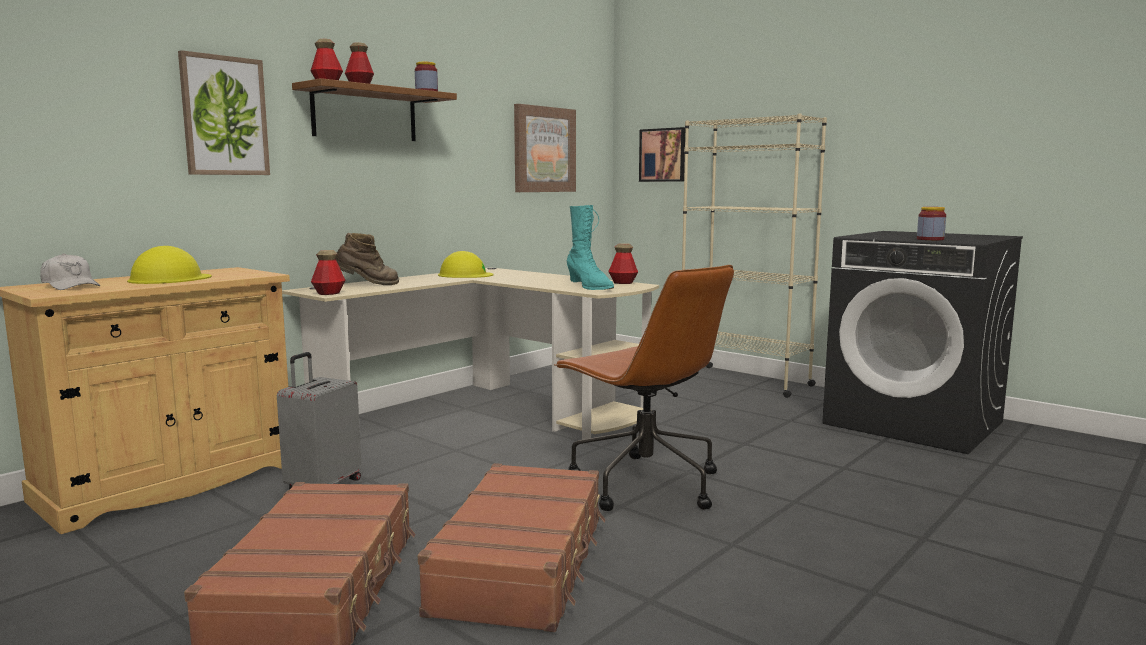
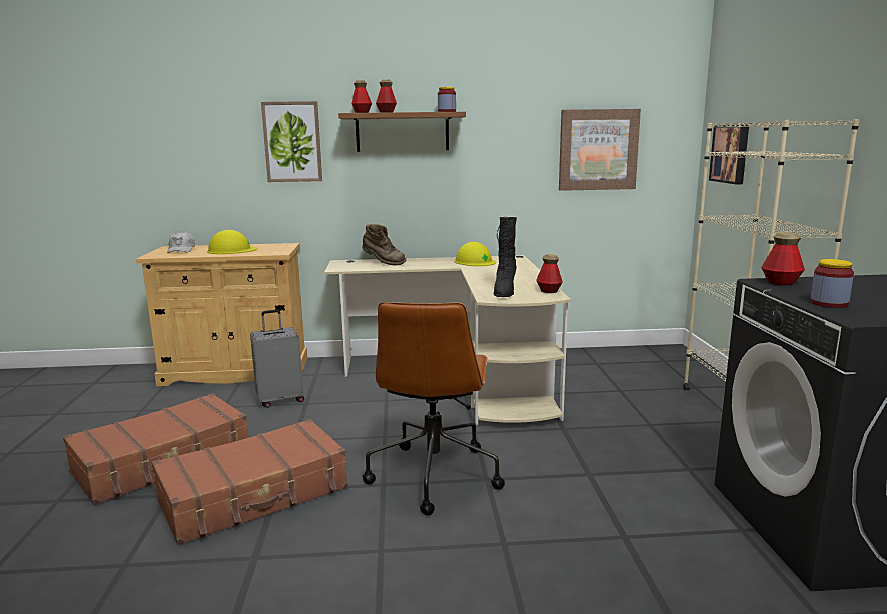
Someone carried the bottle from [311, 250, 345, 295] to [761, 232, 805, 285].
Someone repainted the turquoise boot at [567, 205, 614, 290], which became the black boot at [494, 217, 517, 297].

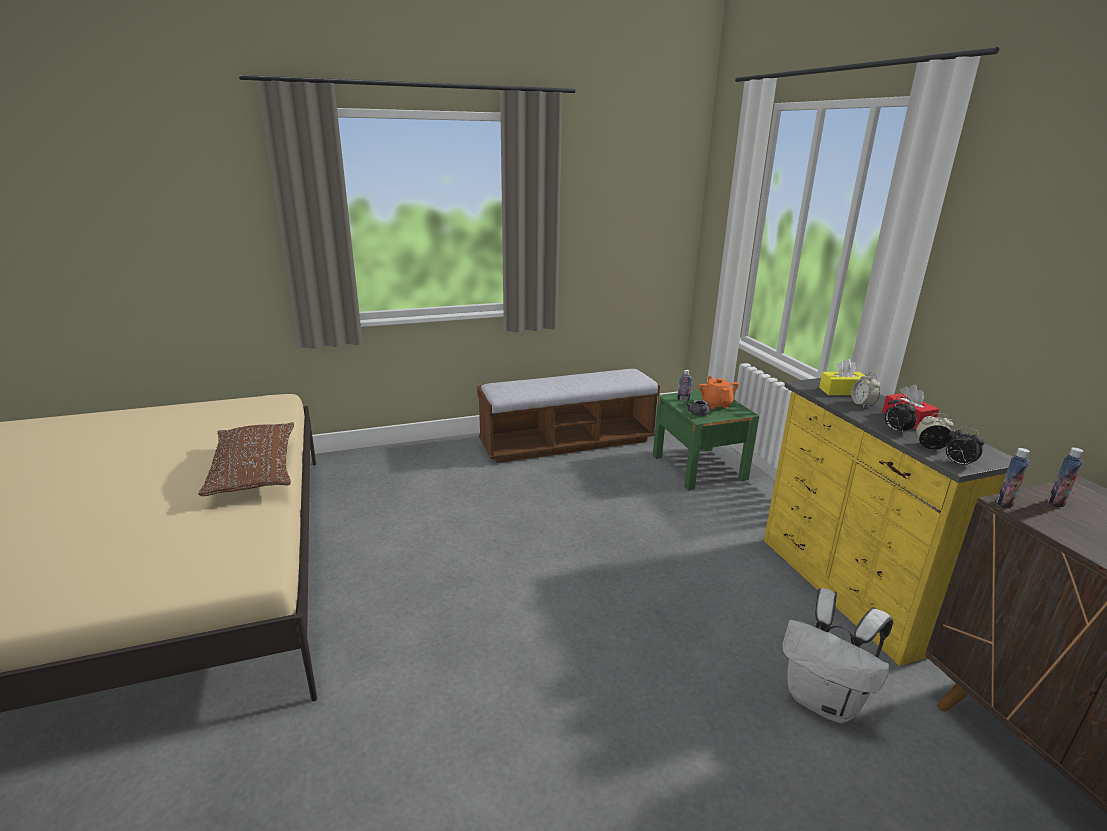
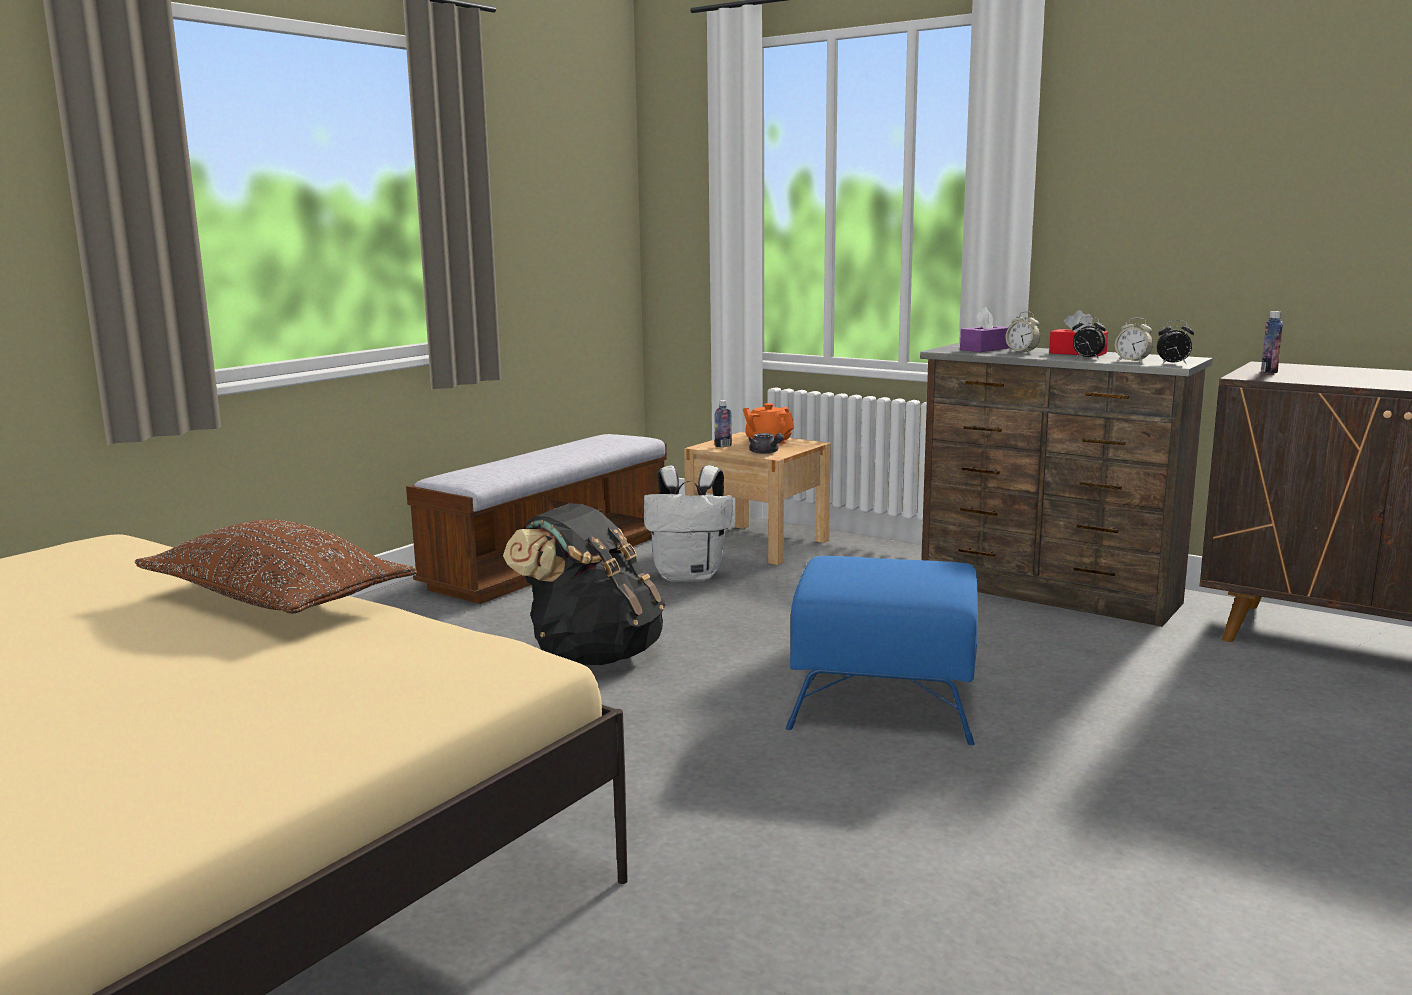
Someone repainted the green nightstand at [653, 390, 759, 490], which became the beige nightstand at [684, 432, 831, 565].
Someone repainted the yellow dresser at [764, 378, 1012, 666], which became the brown dresser at [920, 343, 1213, 627].
Someone carried the white backpack from [782, 588, 893, 723] to [644, 465, 733, 581].
Someone repainted the yellow tissue box at [819, 359, 865, 395], which became the purple tissue box at [960, 307, 1010, 352].
Someone rotated the alarm clock at [916, 413, 953, 449] by 120 degrees counterclockwise.
Someone took away the bottle at [997, 448, 1030, 509].
Someone put down the black backpack at [503, 503, 665, 665].
Someone put down the blue ottoman at [786, 556, 978, 745].

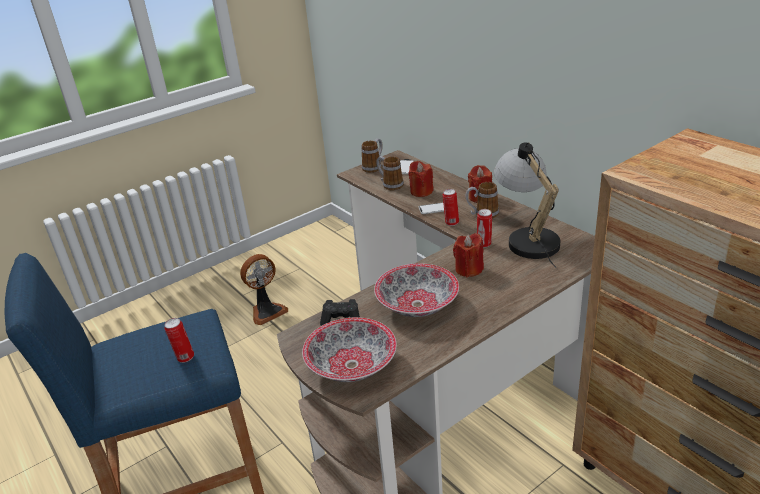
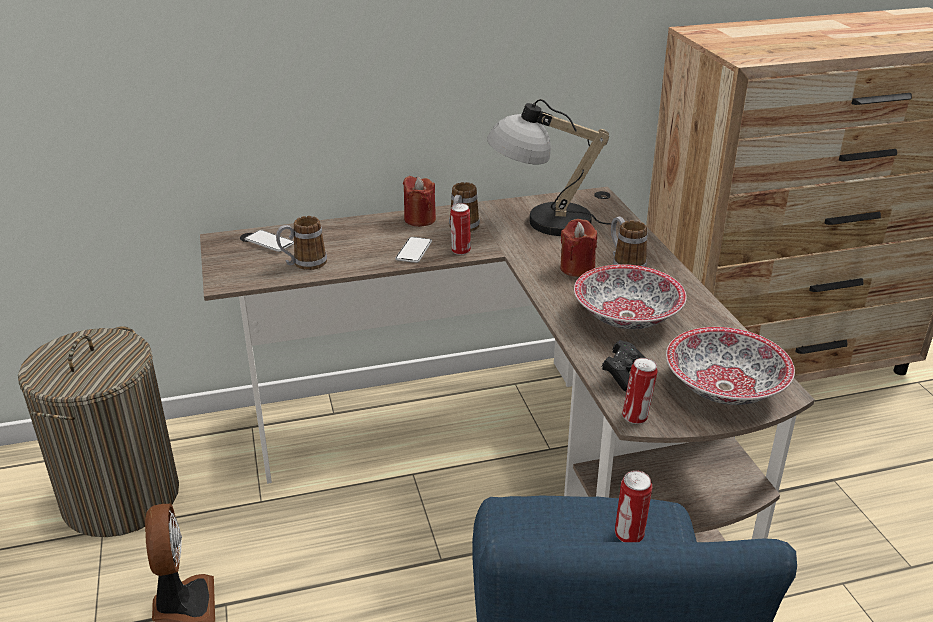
Someone carried the mug from [362, 138, 382, 173] to [611, 217, 647, 267].
Someone took away the red candle at [409, 161, 434, 197].
Someone carried the can from [477, 209, 492, 248] to [622, 358, 658, 424].
Someone put down the laundry basket at [18, 326, 179, 537].

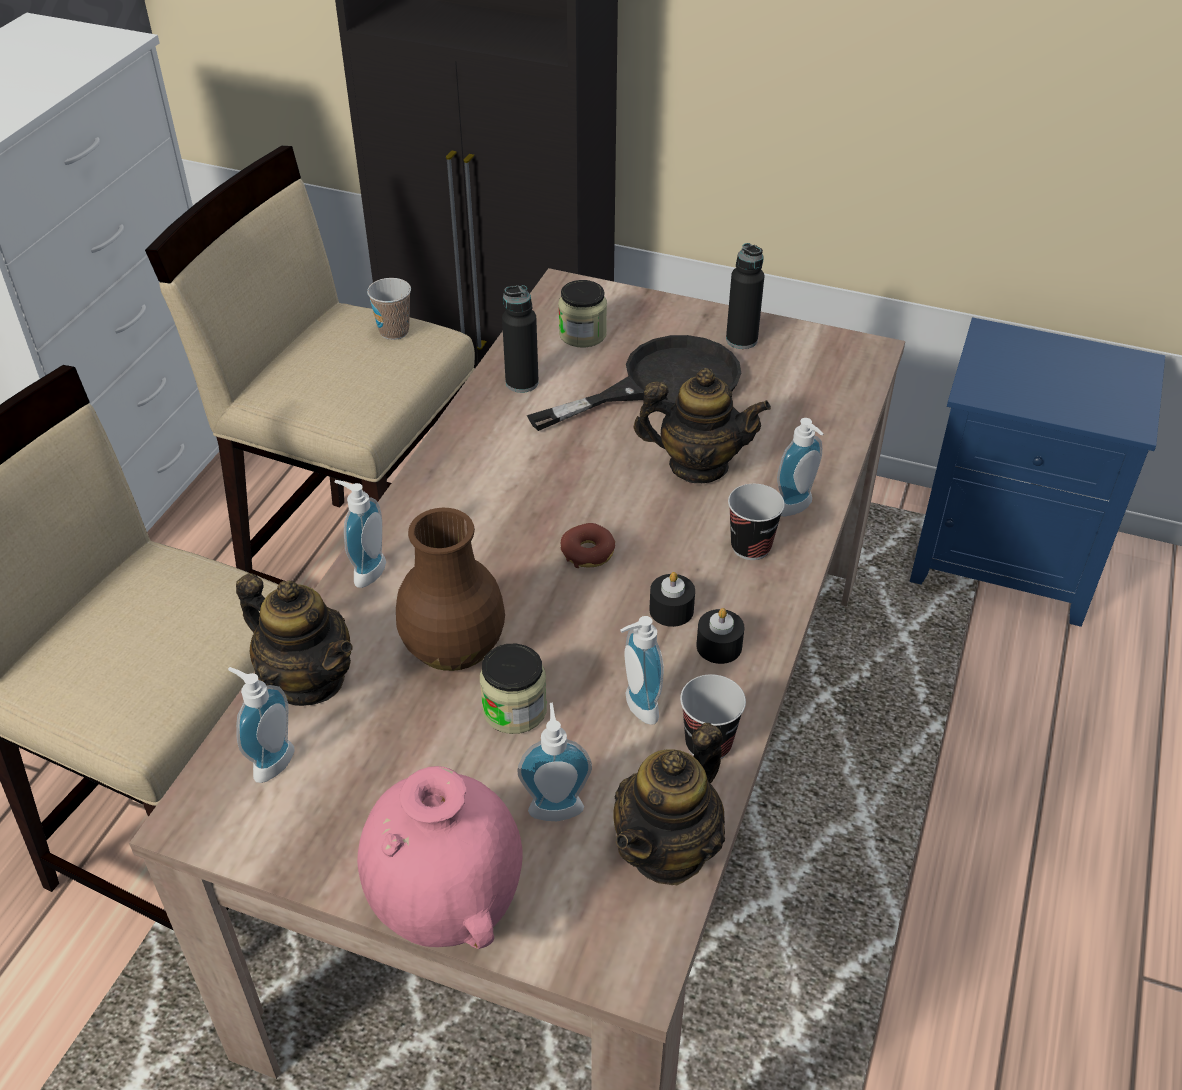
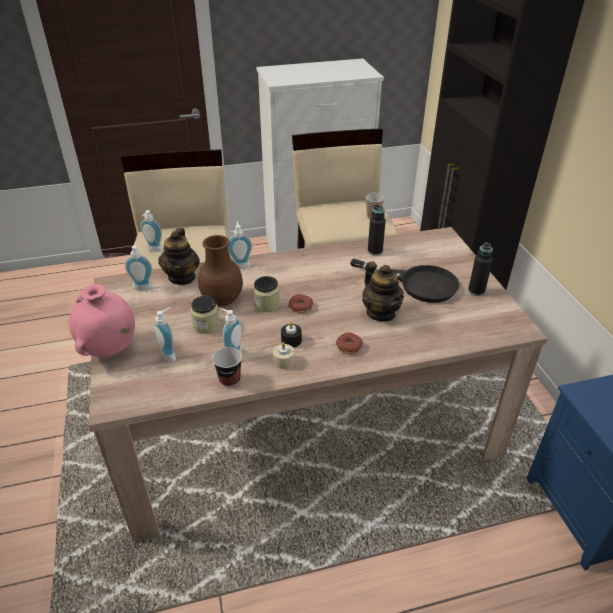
Someone carried the jar from [558, 280, 607, 348] to [253, 276, 280, 312].
Someone took away the teapot at [613, 723, 725, 885].
Someone repainted the black candle at [697, 608, 744, 664], which became the beige candle at [273, 342, 295, 369].
Someone swapped the cup at [728, 484, 785, 560] for the donut at [336, 332, 363, 354].
Someone carried the soap dispenser from [777, 418, 824, 516] to [141, 210, 163, 252].

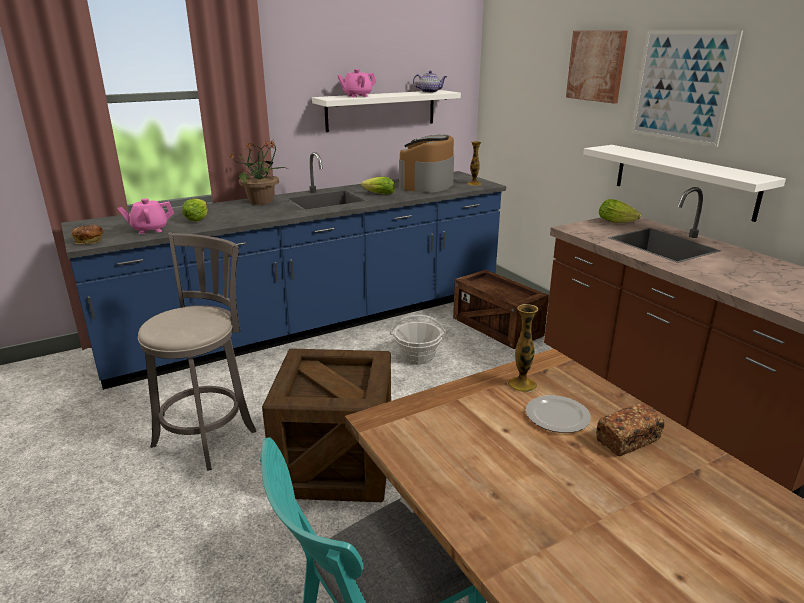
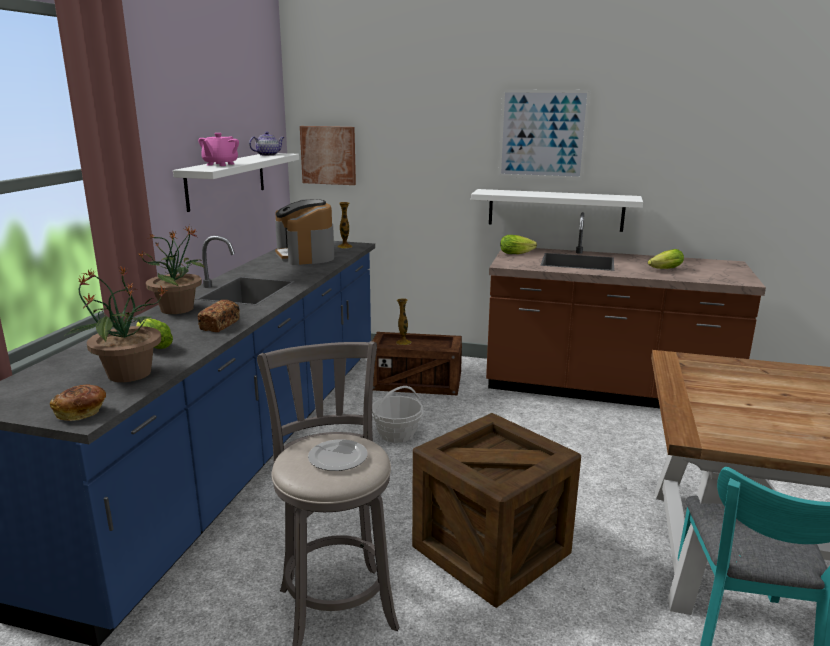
Someone swapped the pink teapot at [118, 198, 174, 234] for the potted plant at [65, 266, 167, 382].
Someone carried the lettuce from [361, 177, 395, 195] to [648, 249, 684, 269].
Someone carried the vase from [508, 304, 539, 392] to [396, 298, 411, 345].
Someone carried the plate from [526, 395, 591, 433] to [308, 439, 368, 471].
Someone carried the picture from [566, 31, 628, 103] to [300, 126, 356, 185].
Someone carried the bread from [596, 403, 665, 457] to [198, 300, 240, 332].

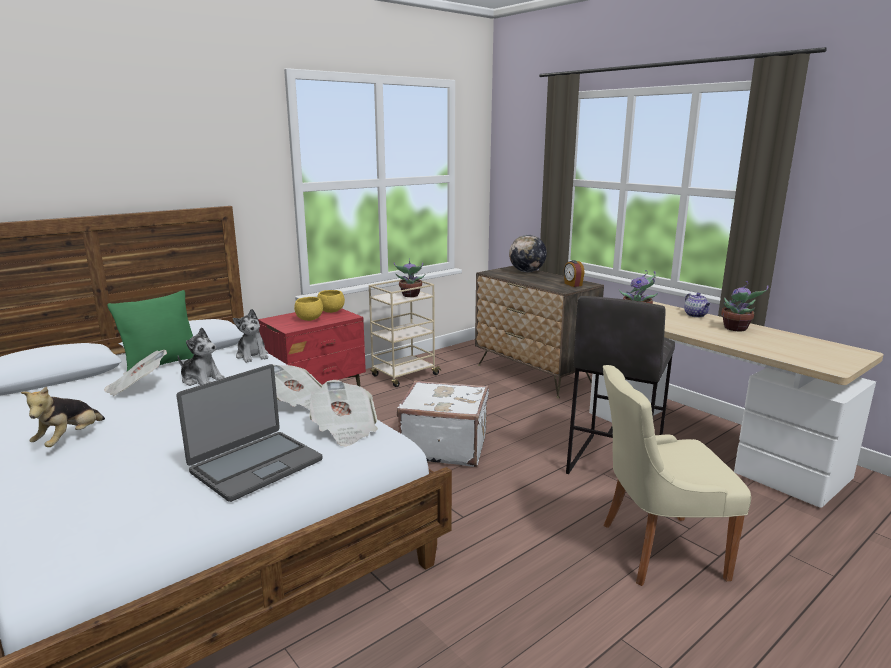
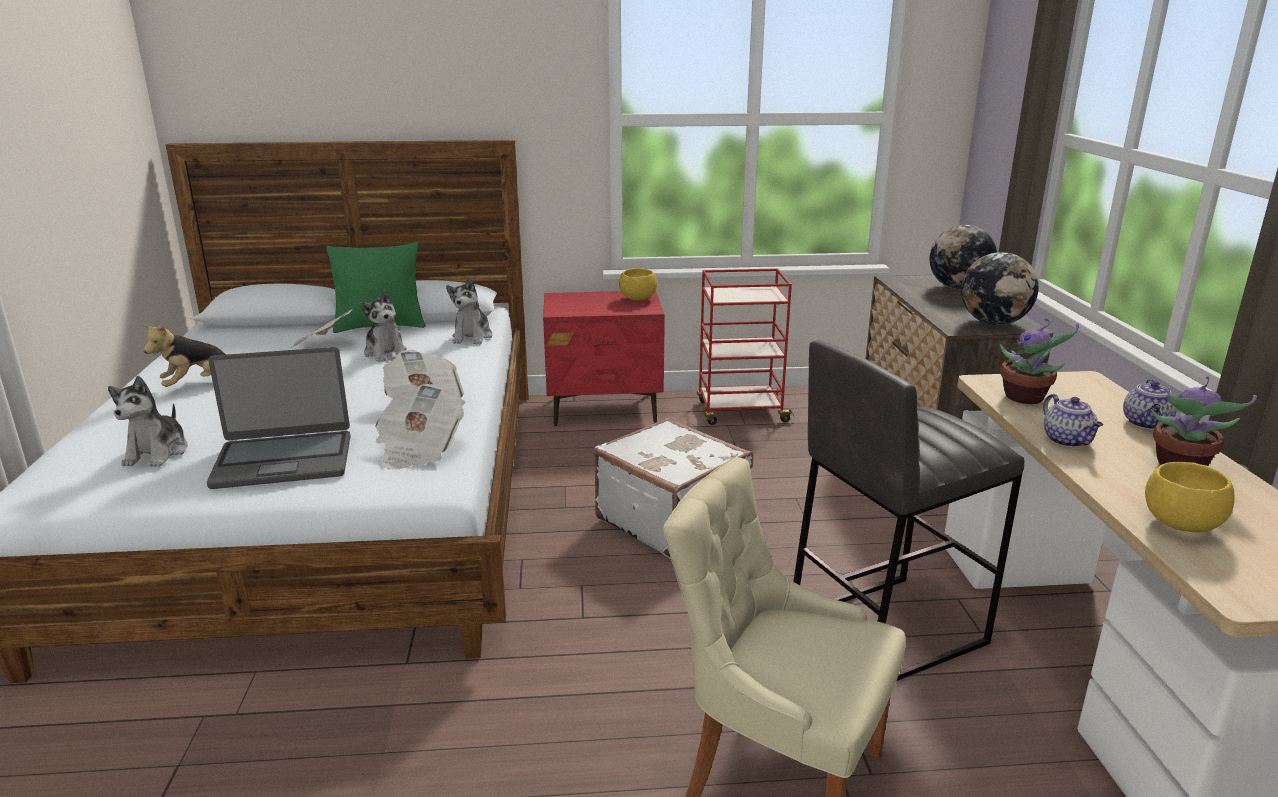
Someone carried the yellow bowl from [294, 297, 323, 321] to [1145, 462, 1235, 533].
Someone repainted the beige cart at [369, 279, 441, 387], which became the red cart at [697, 268, 794, 425].
Someone took away the potted plant at [394, 258, 425, 297].
Someone swapped the alarm clock at [564, 260, 584, 287] for the globe at [961, 252, 1039, 325].
Someone put down the plush toy at [108, 376, 188, 467].
Someone put down the teapot at [1043, 394, 1103, 447].

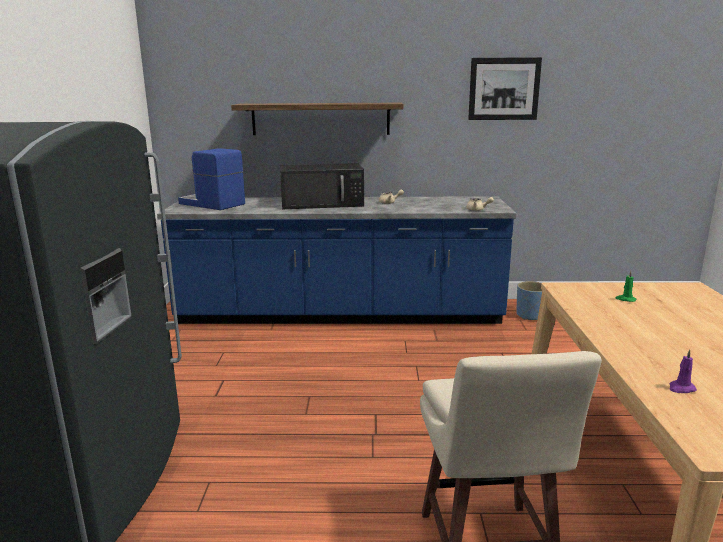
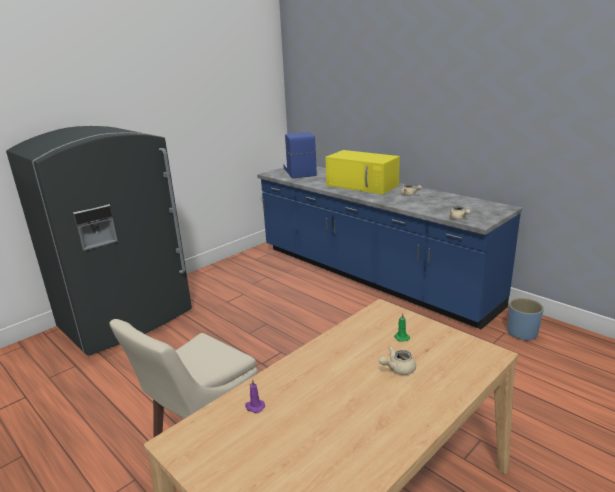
Someone took away the shelf at [231, 103, 403, 135].
Someone repainted the black microwave at [280, 163, 364, 209], which became the yellow microwave at [325, 150, 400, 194].
Someone took away the picture at [468, 57, 542, 120].
Someone put down the beige teapot at [379, 346, 416, 375].

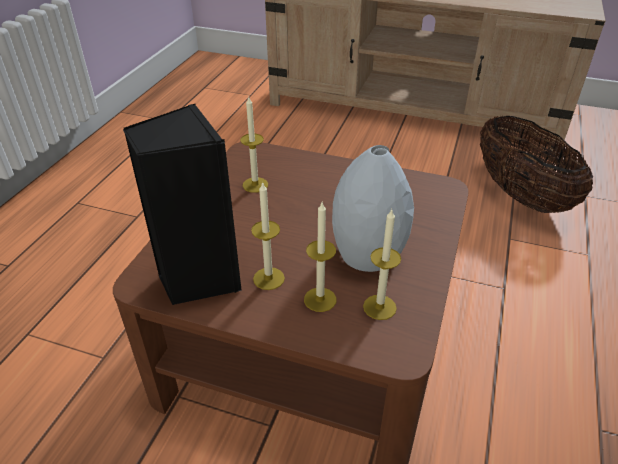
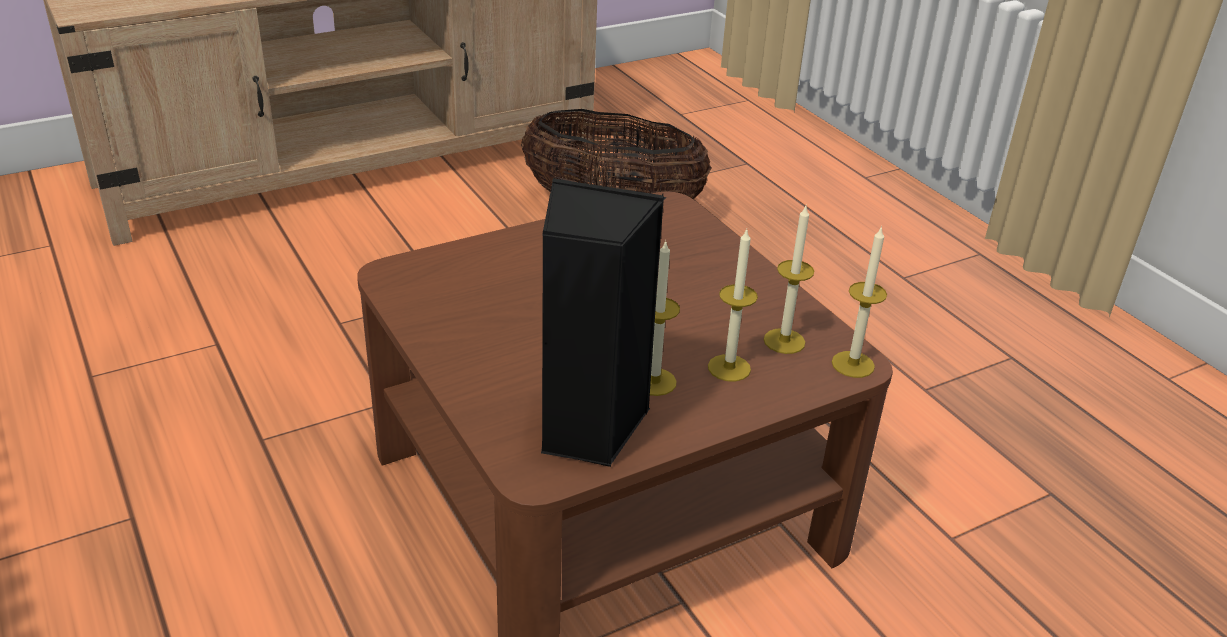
Someone carried the candle from [240, 97, 268, 193] to [832, 226, 887, 378].
Someone took away the grey vase at [332, 145, 414, 272].

